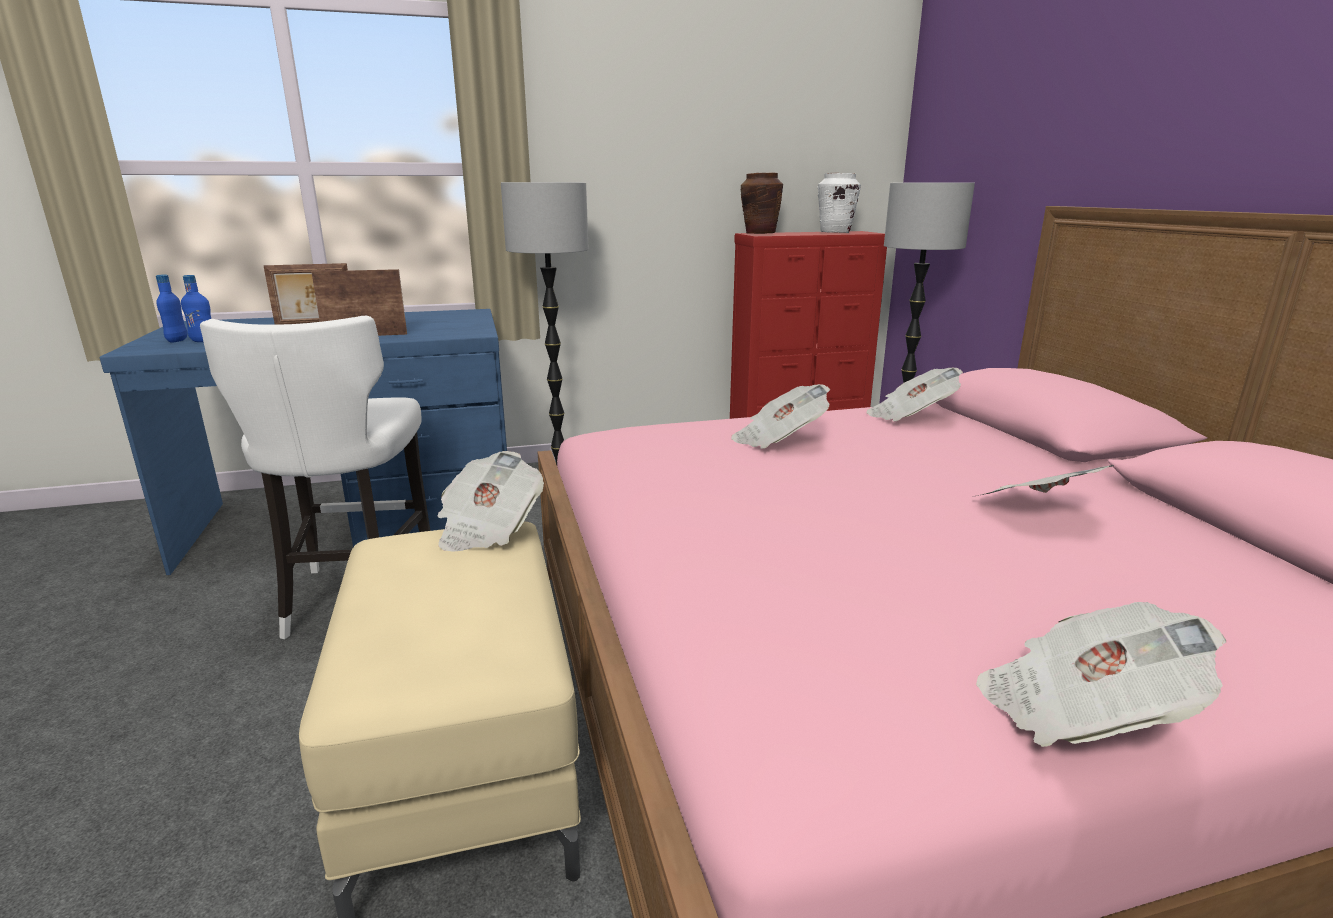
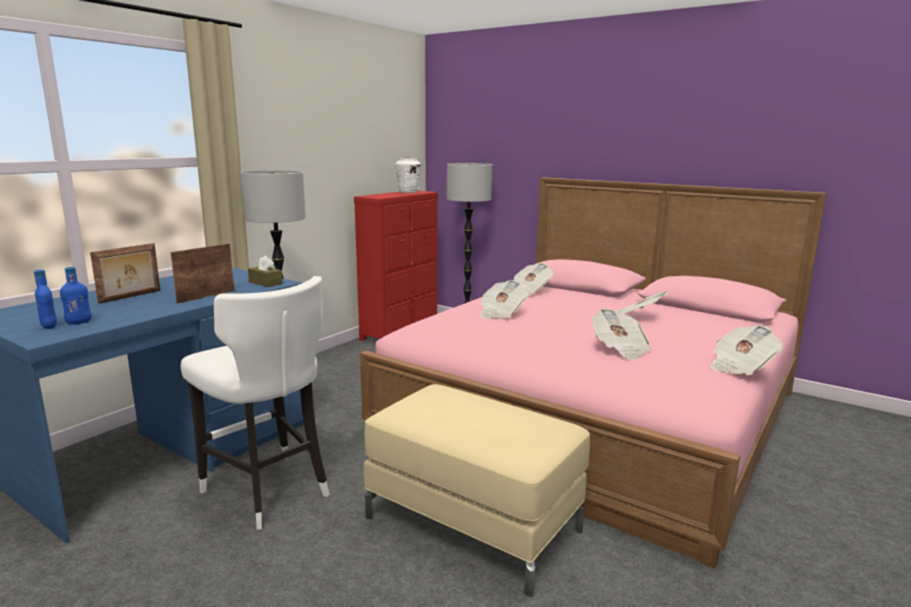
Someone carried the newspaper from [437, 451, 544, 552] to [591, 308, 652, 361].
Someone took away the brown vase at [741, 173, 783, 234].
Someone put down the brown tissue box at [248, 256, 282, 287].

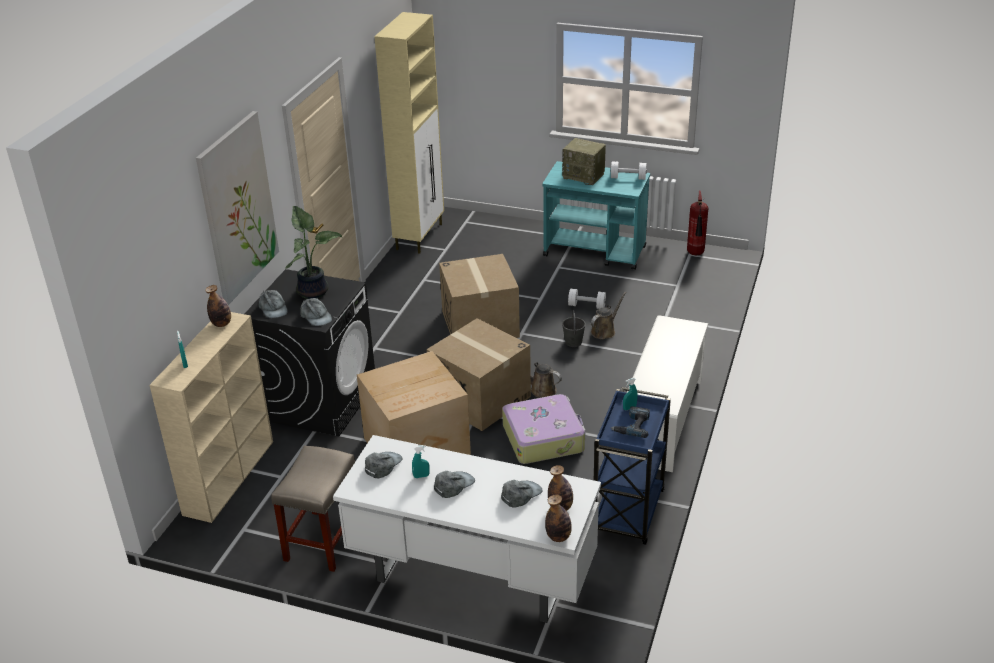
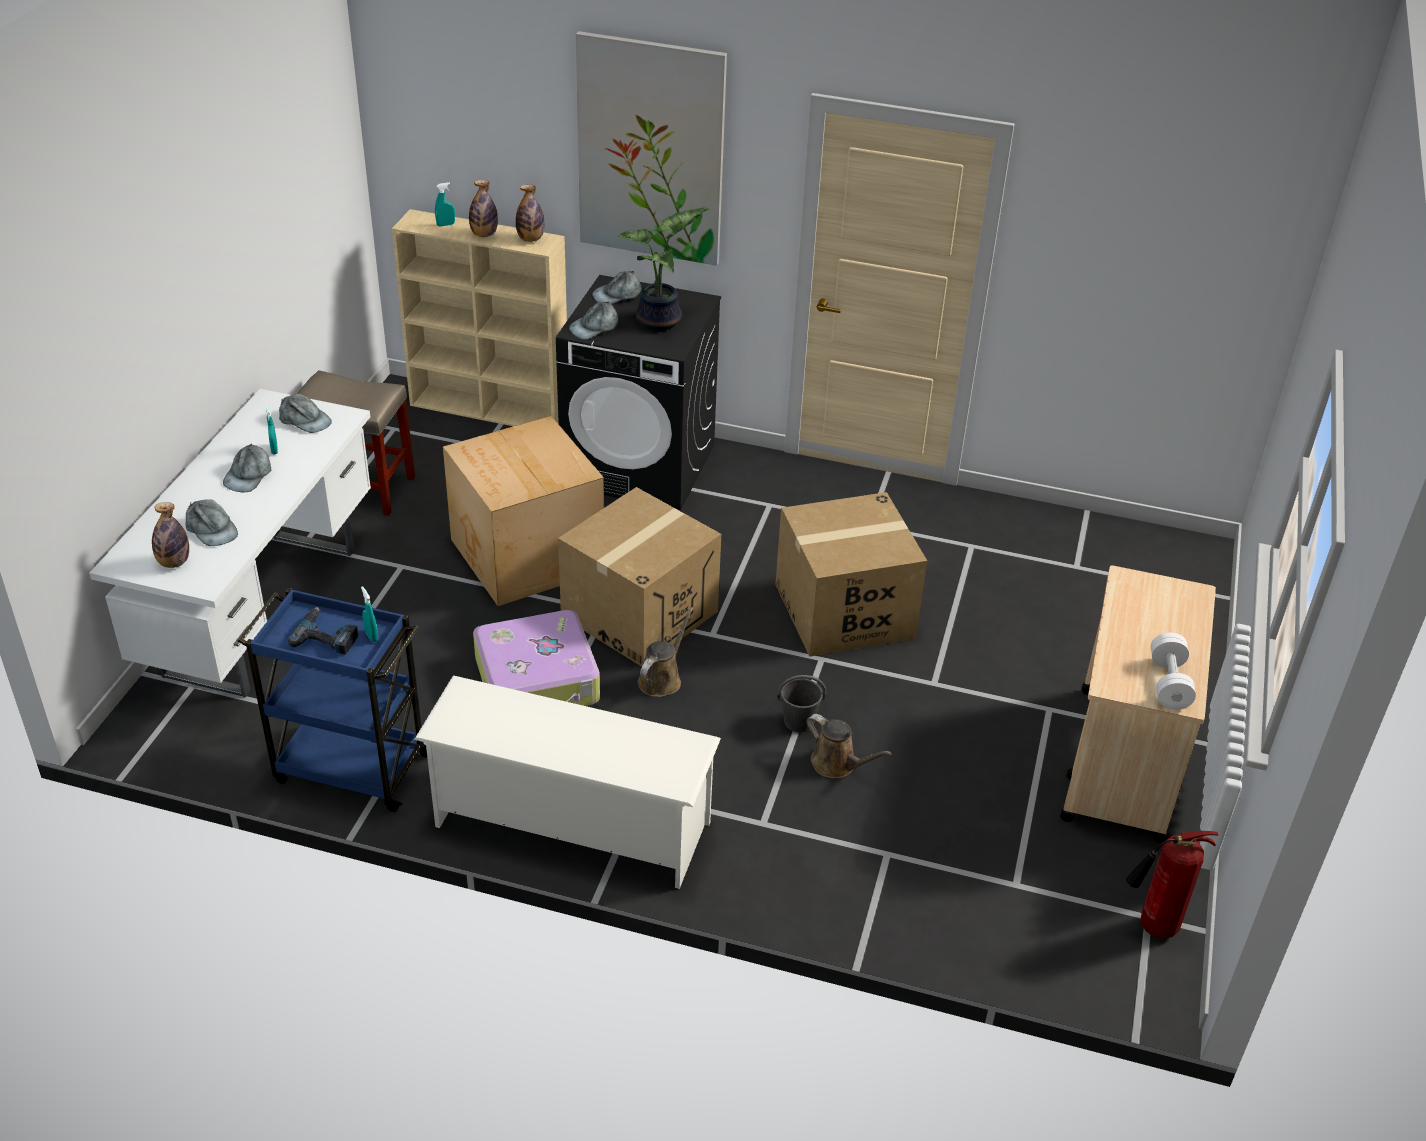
Someone took away the beige cabinet at [374, 12, 444, 254].
Someone rotated the grey cap at [434, 471, 475, 498] by 60 degrees clockwise.
Someone repainted the turquoise cart at [542, 161, 650, 270], which became the beige cart at [1060, 565, 1216, 843].
Someone carried the bottle from [545, 494, 572, 542] to [469, 180, 498, 237].
Someone took away the radio at [562, 138, 606, 185].
Someone took away the white dumbbell at [568, 289, 606, 309].

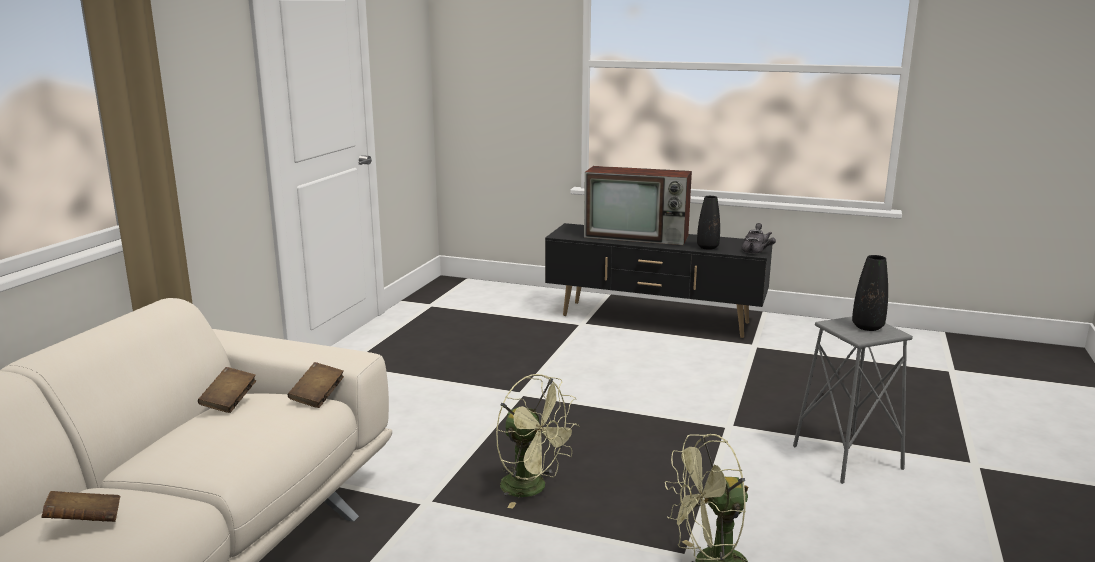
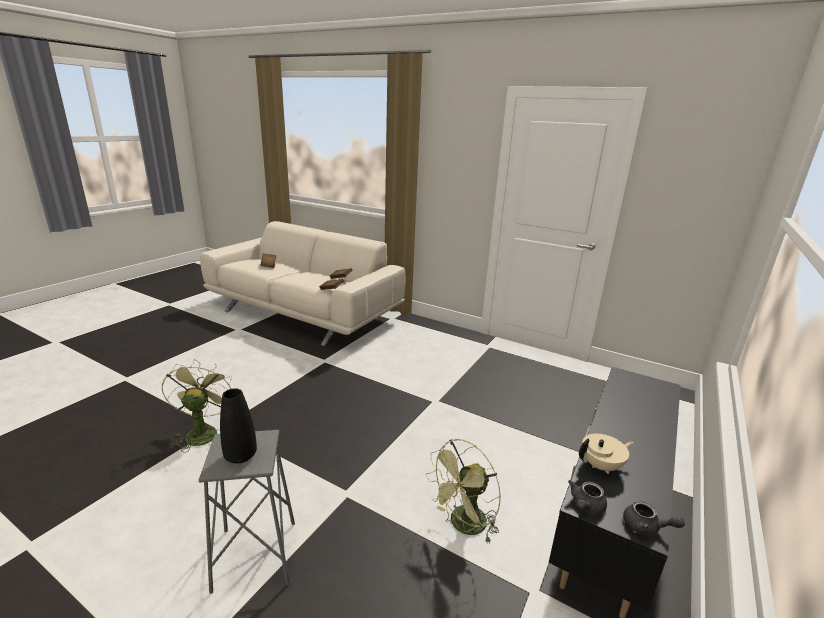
Someone carried the green fan from [496, 374, 580, 509] to [426, 439, 501, 544].
Someone took away the television at [584, 166, 692, 245].
Someone swapped the black vase at [697, 196, 720, 250] for the beige teapot at [579, 434, 634, 474].

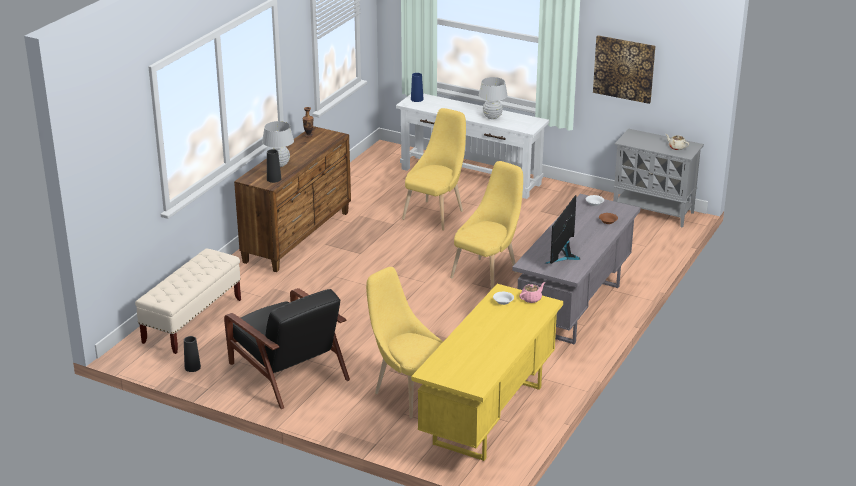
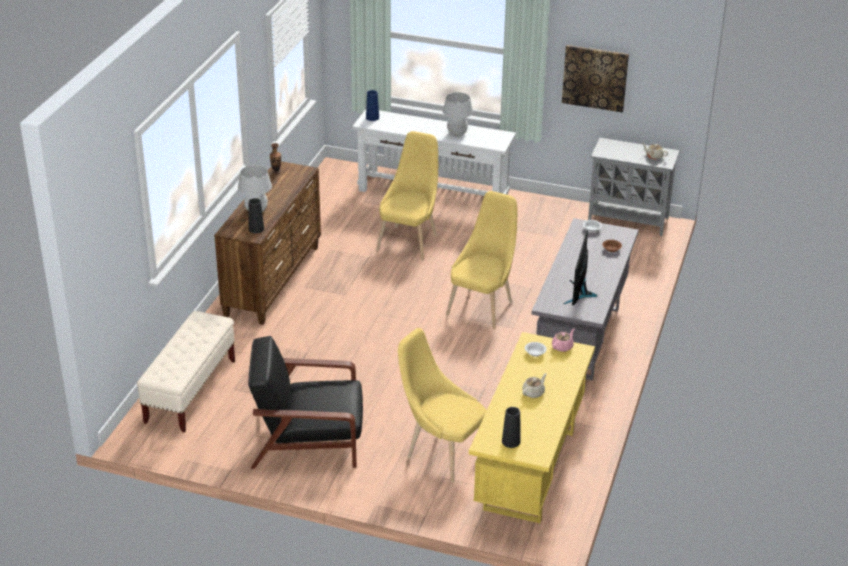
Someone carried the black vase from [184, 336, 201, 372] to [502, 407, 521, 448].
Someone rotated the black armchair at [224, 288, 350, 409] by 135 degrees clockwise.
Someone put down the beige teapot at [522, 373, 547, 398].

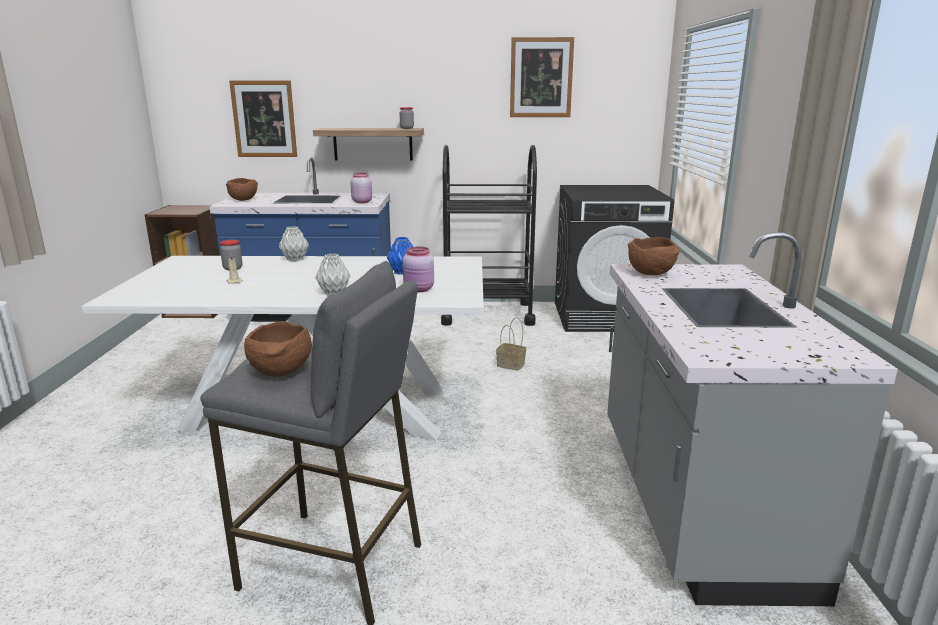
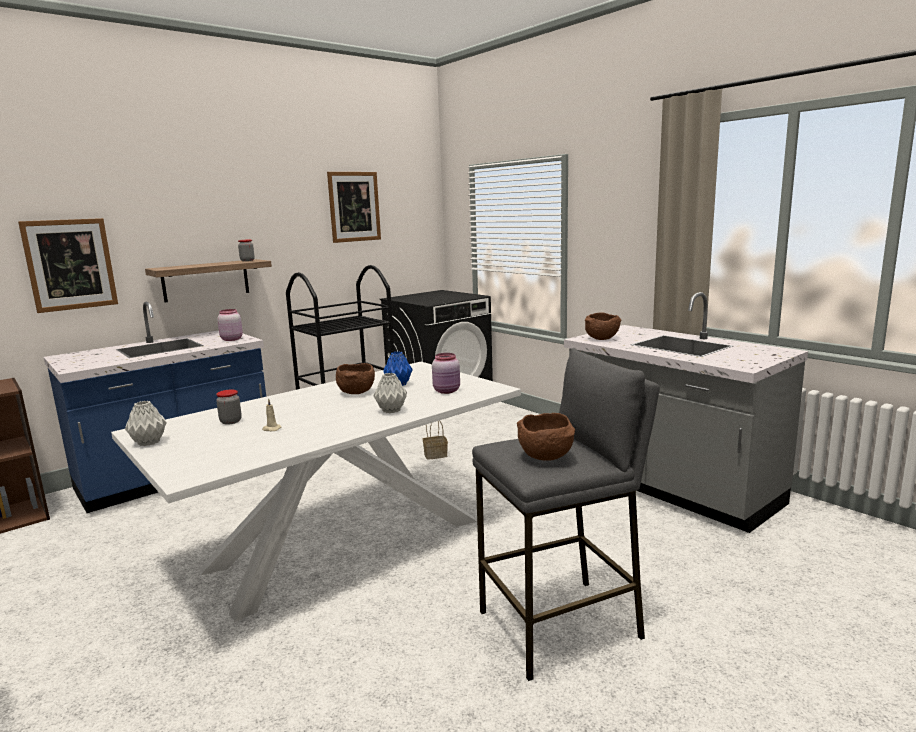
Someone carried the brown bowl from [226, 178, 258, 201] to [336, 363, 375, 394].
Someone carried the grey vase from [279, 226, 309, 261] to [125, 401, 167, 446].

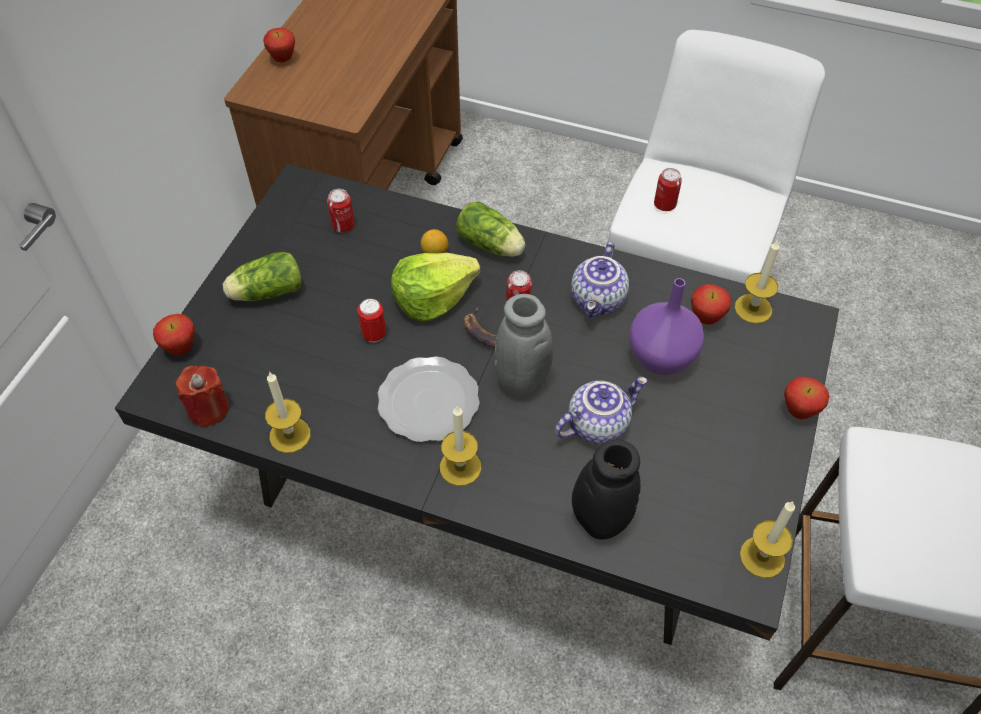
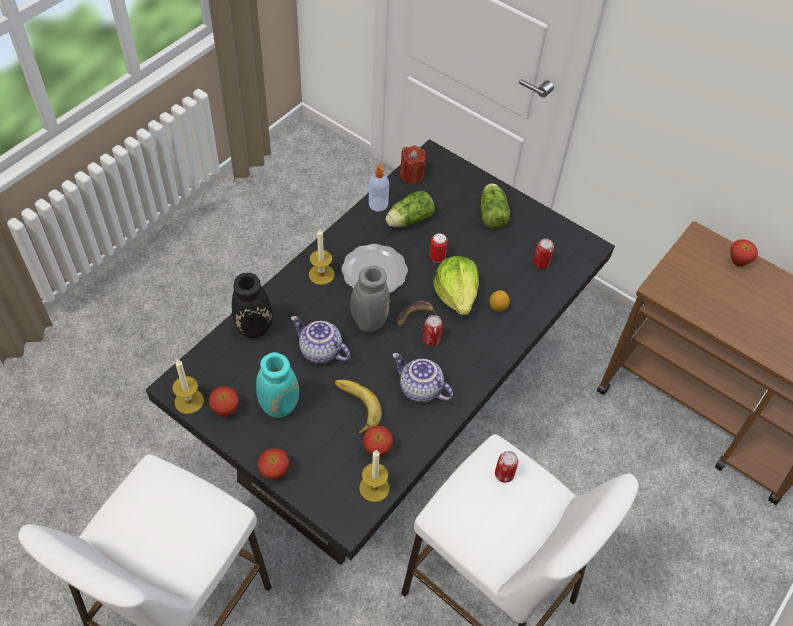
Someone carried the apple from [153, 314, 195, 355] to [209, 386, 239, 417].
Someone swapped the candle at [265, 371, 311, 453] for the soap dispenser at [369, 164, 389, 212].
Someone carried the lettuce from [456, 201, 525, 257] to [386, 191, 435, 227].
Someone rotated the teapot at [555, 377, 647, 444] by 135 degrees clockwise.
Someone swapped the purple vase at [629, 278, 704, 375] for the banana at [335, 380, 382, 434].
Someone put down the turquoise vase at [256, 306, 299, 418].

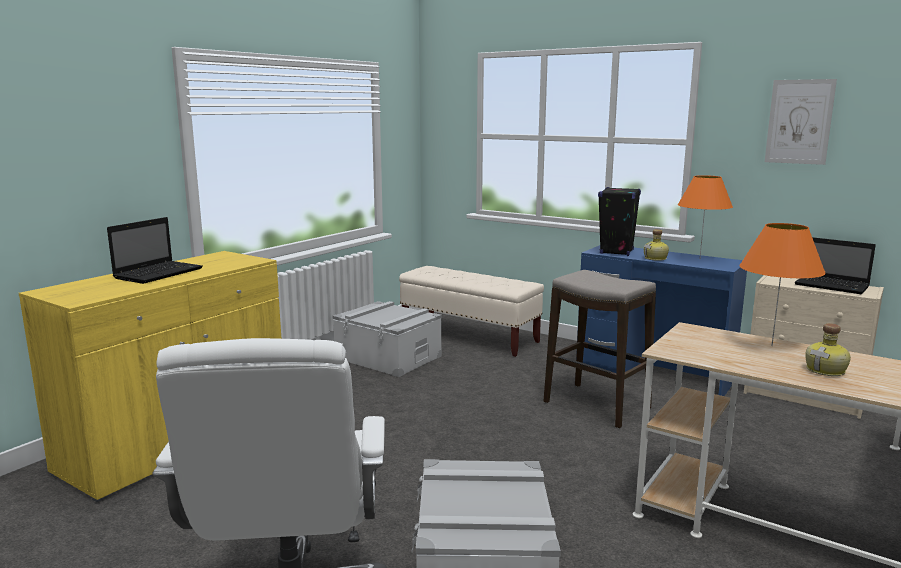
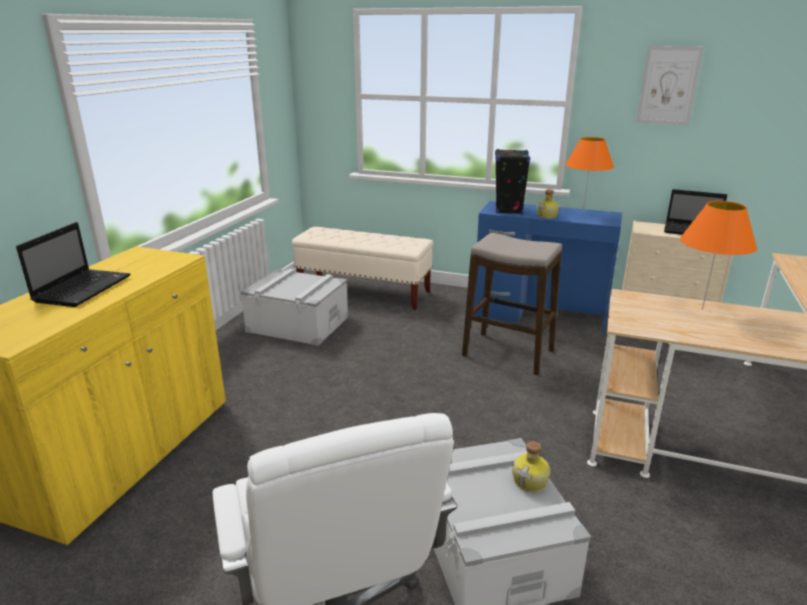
Someone carried the bottle from [805, 323, 851, 376] to [512, 441, 551, 492].

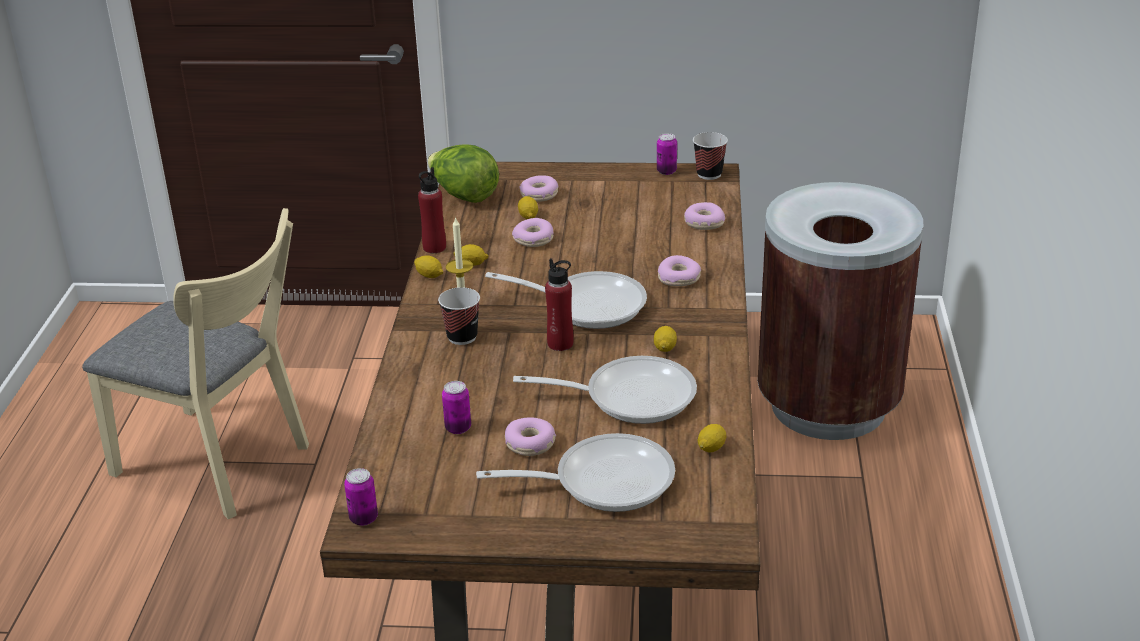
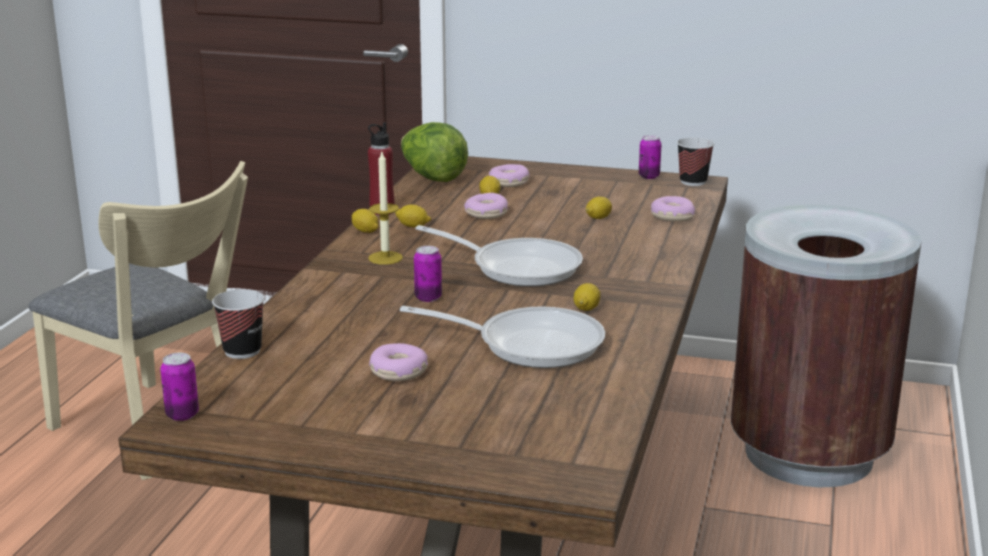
Someone carried the cup from [438, 287, 480, 345] to [212, 289, 265, 359].
Someone carried the can from [442, 381, 471, 434] to [414, 246, 442, 302].
Someone took away the frying pan at [476, 433, 675, 512].
Someone took away the red bottle at [545, 258, 574, 351].
Someone took away the donut at [658, 255, 701, 286].
Someone carried the lemon from [698, 424, 726, 452] to [586, 197, 612, 219].

